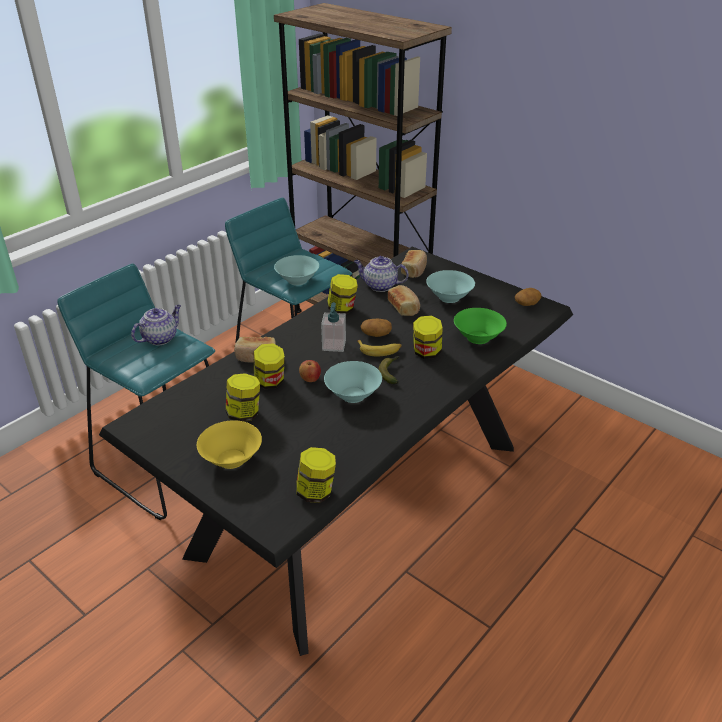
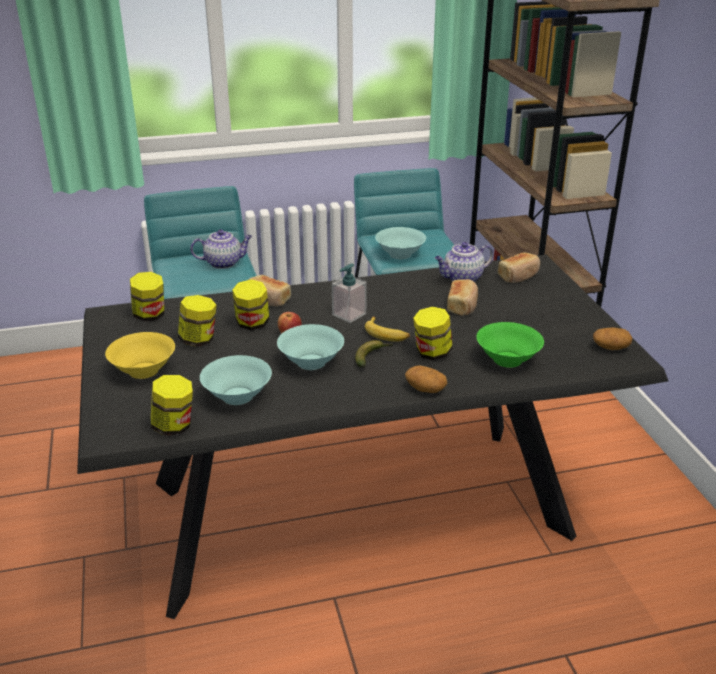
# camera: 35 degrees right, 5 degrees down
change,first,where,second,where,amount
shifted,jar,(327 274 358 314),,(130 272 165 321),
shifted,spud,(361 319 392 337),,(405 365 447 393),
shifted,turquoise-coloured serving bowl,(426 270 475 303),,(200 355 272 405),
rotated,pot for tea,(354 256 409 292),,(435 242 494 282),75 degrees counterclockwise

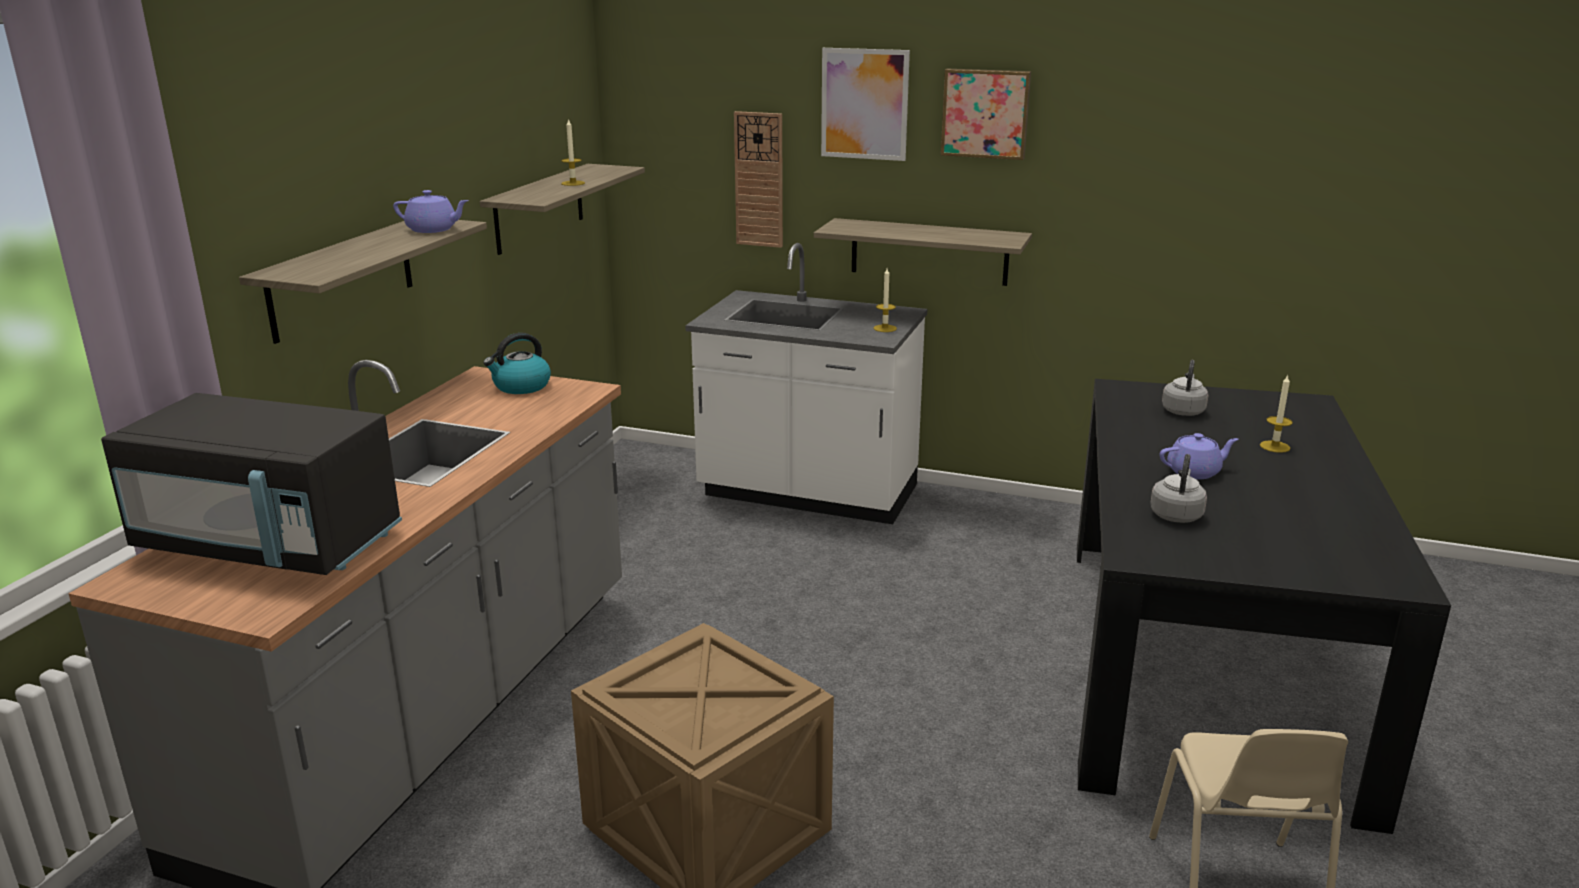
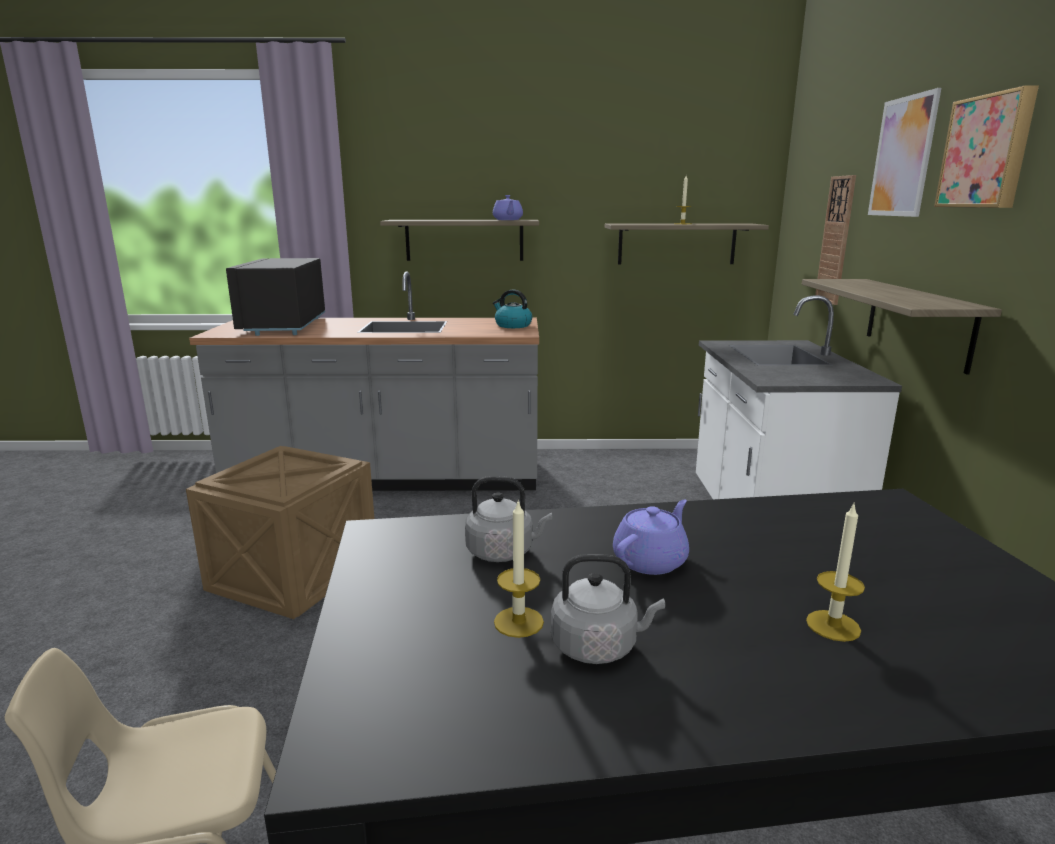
# camera: 70 degrees right, 5 degrees down
change,first,where,second,where,amount
shifted,wax candle,(873 268 897 332),,(494 499 544 638),
shifted,grey water kettle,(1162 360 1208 416),,(551 554 665 664),
rotated,purple pot for tea,(1160 433 1238 479),,(613 499 689 575),105 degrees counterclockwise

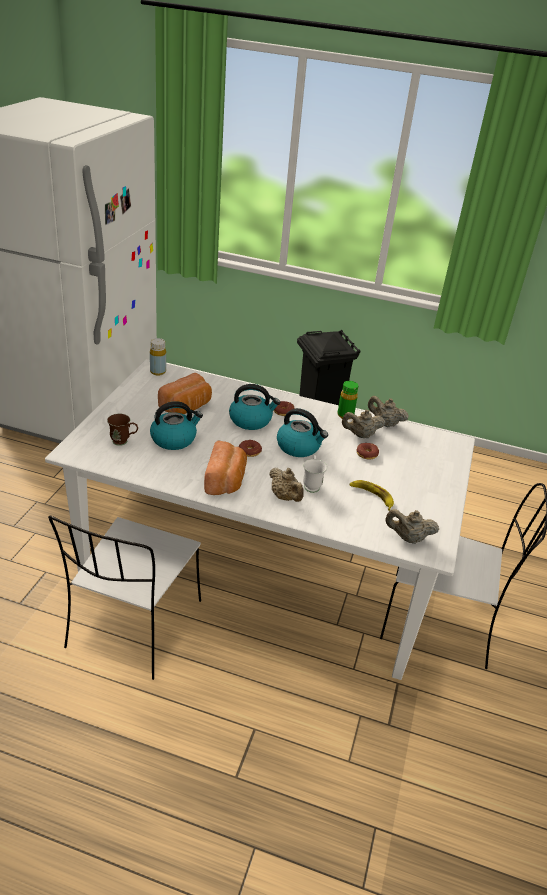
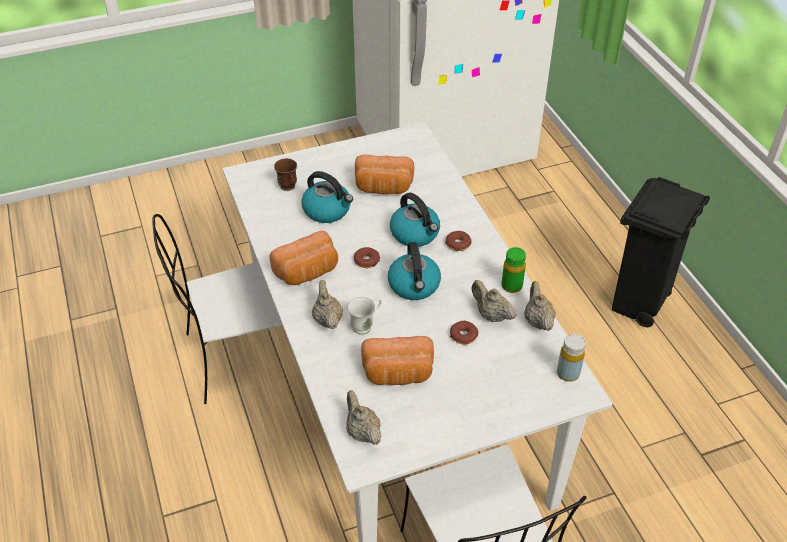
# camera: 55 degrees right, 10 degrees up
change,first,where,second,where,amount
shifted,yellow drink bottle,(150 338 166 376),,(557 334 586 382),
swapped,whole banana,(349 480 394 511),baked bread,(361 336 434 385),
rotated,beige pot for tea,(269 467 304 502),,(312 280 343 329),150 degrees clockwise

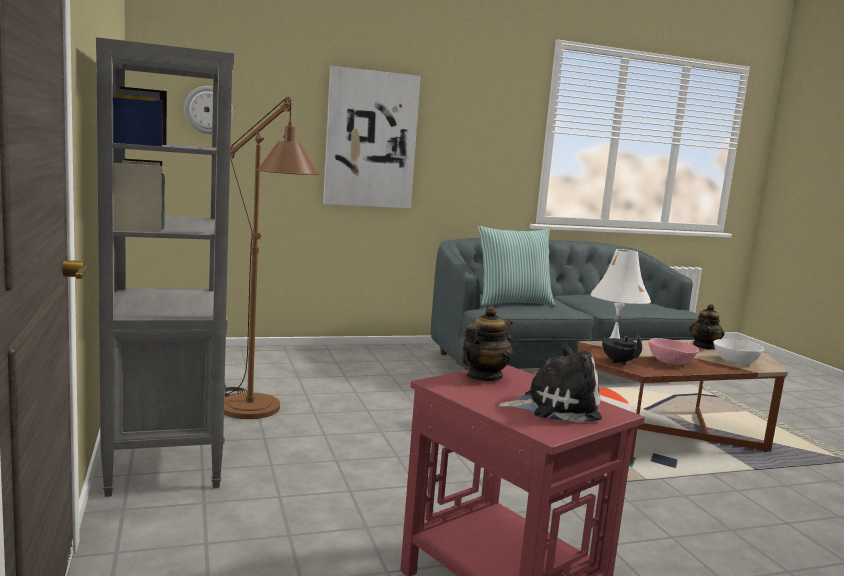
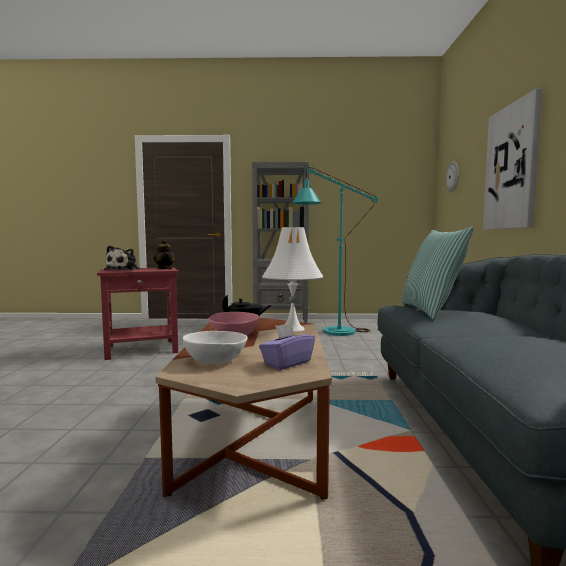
# camera: 110 degrees right, 5 degrees down
change,first,where,second,where,amount
swapped,pot for tea,(689 304 725 350),purple tissue box,(259 323 315 370),
repainted,brown floor lamp,(224 97 320 419),turquoise-coloured floor lamp,(292 167 378 336),

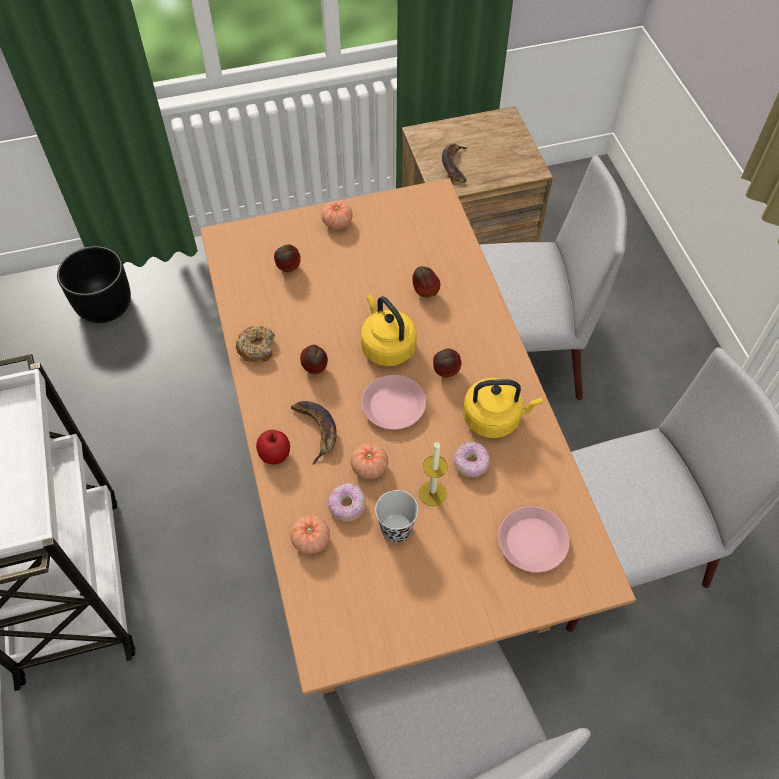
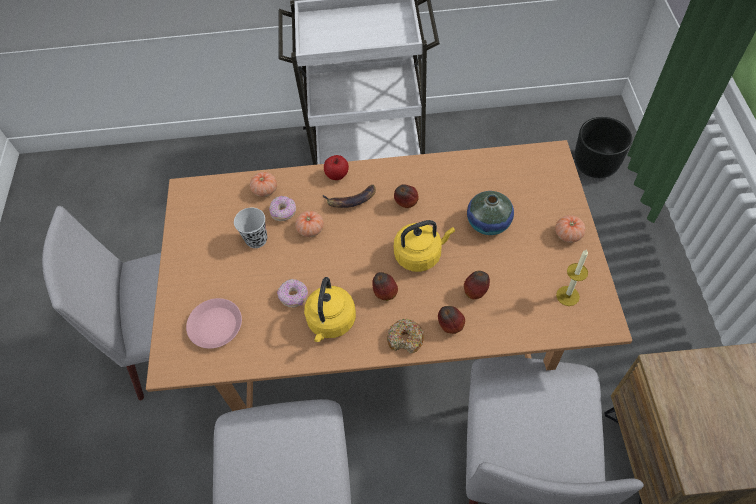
# camera: 105 degrees right, 0 degrees up
change,first,where,second,where,amount
gone,pinkish flat dish,(362 375 426 430),,,
gone,whole banana,(442 143 468 183),,,
new,,,flower vase,(467 191 514 235),
shifted,doughnut,(236 326 275 362),,(387 319 424 353),
shifted,apple fruit,(274 245 301 272),,(438 306 465 334),
shifted,wax candle,(419 441 448 506),,(556 249 588 306),

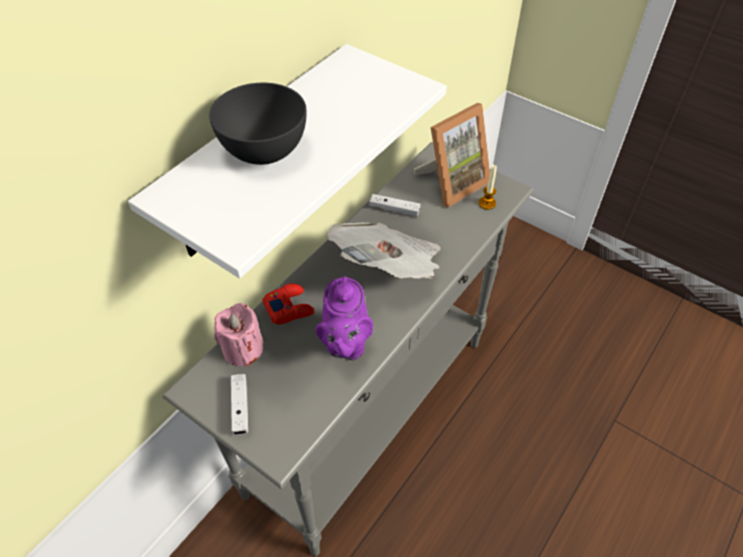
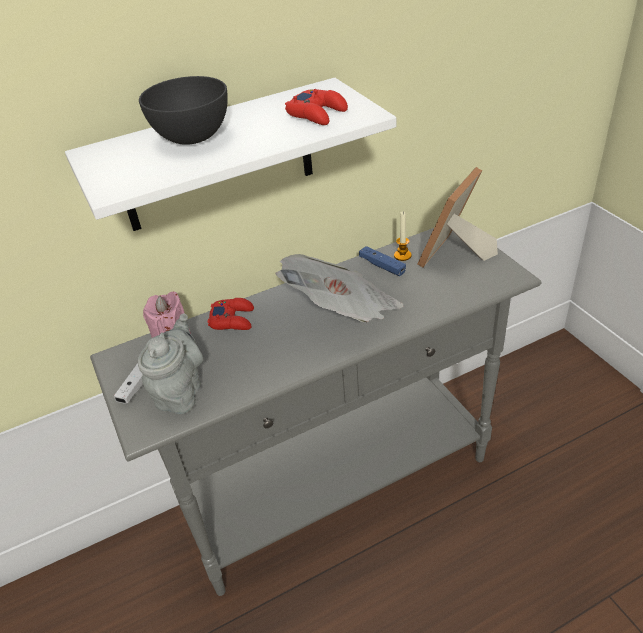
# camera: 30 degrees right, 10 degrees down
change,first,where,second,where,amount
gone,purple pot for tea,(316 276 373 360),,,
new,,,grey pot for tea,(138 313 204 414),
new,,,red-coloured gamepad,(285 89 348 125),
shifted,wax candle,(479 164 497 210),,(394 211 412 261),
repainted,whitish gamepad,(369 194 421 217),bluish gamepad,(359 246 406 276),
rotated,picture frame,(414 103 490 208),,(418 167 498 267),135 degrees clockwise

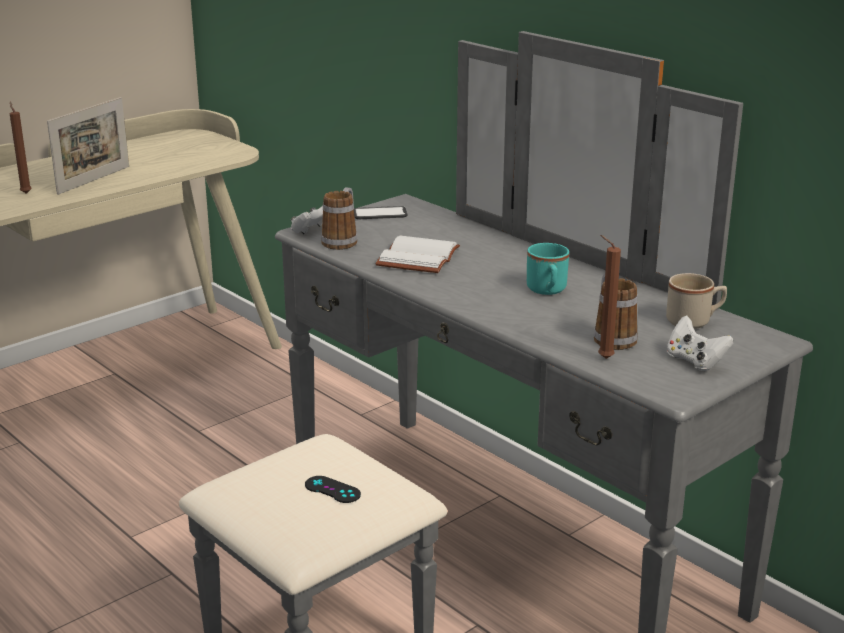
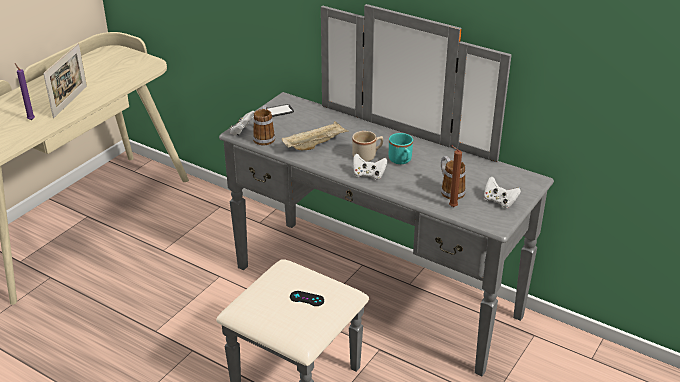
# camera: 15 degrees left, 10 degrees up
change,first,where,second,where,amount
new,,,whitish gamepad,(353 154 387 180),
shifted,beige tea mug,(666 273 727 329),,(352 131 383 162),
swapped,whitish volume,(375 236 460 273),beige carrying tray,(282 121 348 150),
repainted,brown wax candle,(10 102 31 194),purple wax candle,(15 63 35 120),

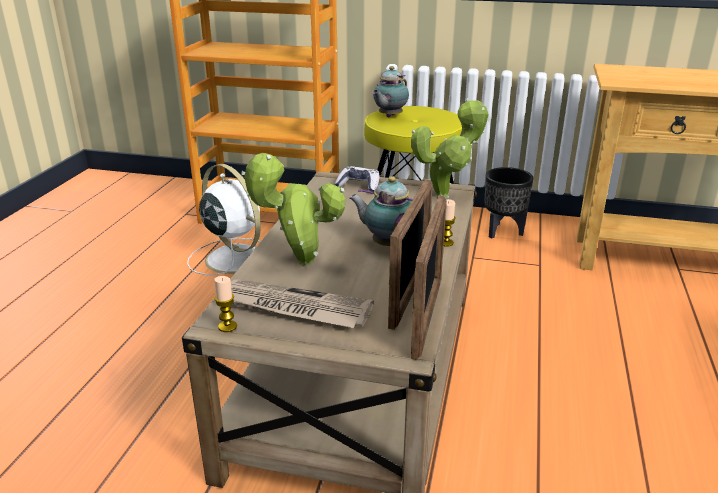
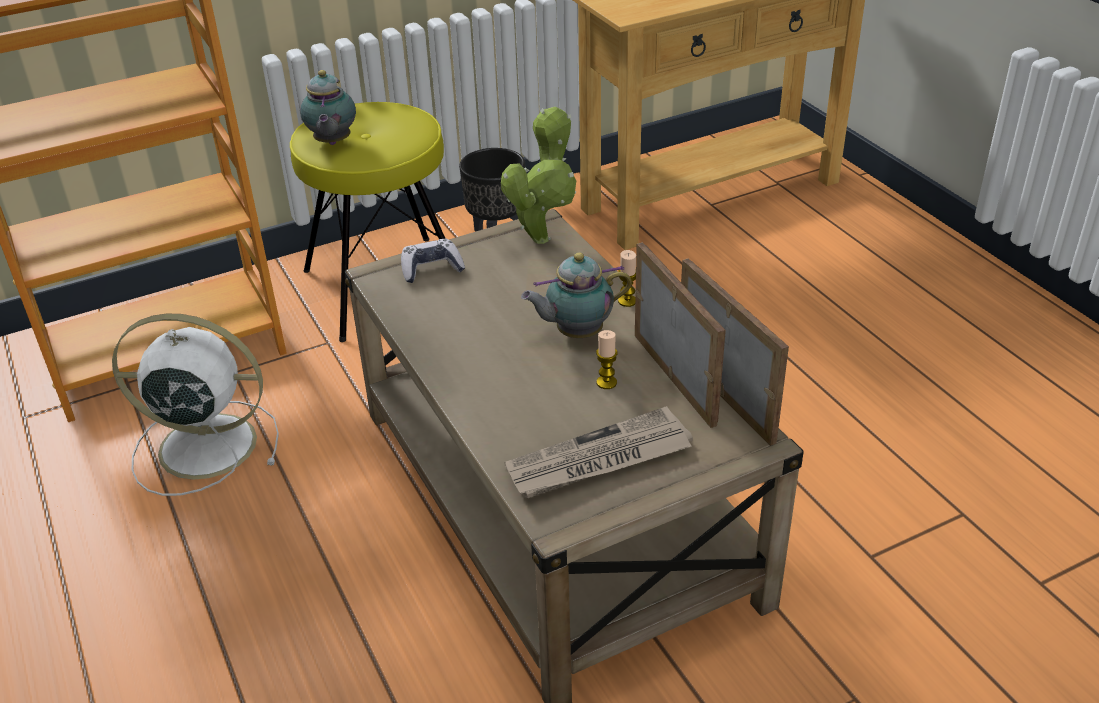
# camera: 40 degrees left, 10 degrees up
change,first,where,second,where,amount
gone,plant in a pot,(241 153 345 265),,,
shifted,wax candle,(214 276 237 332),,(596 330 618 389),

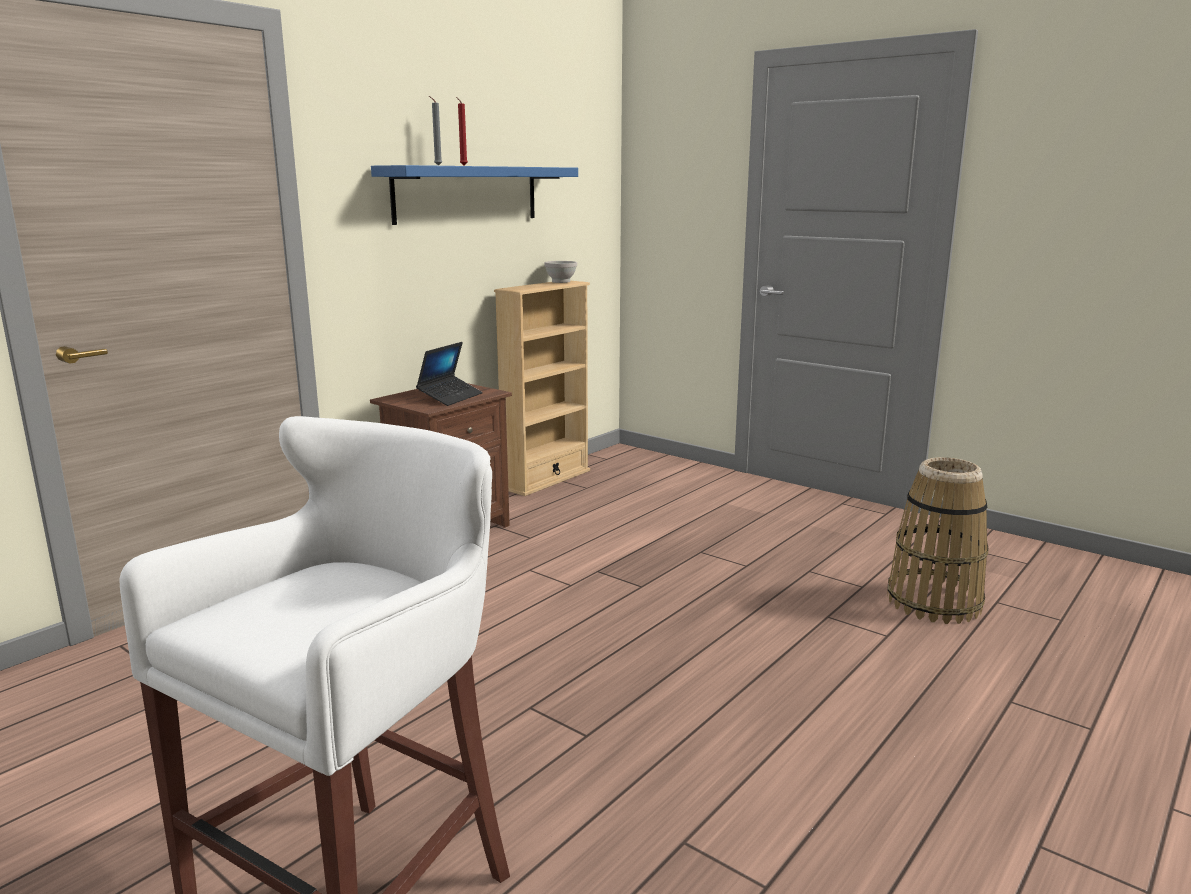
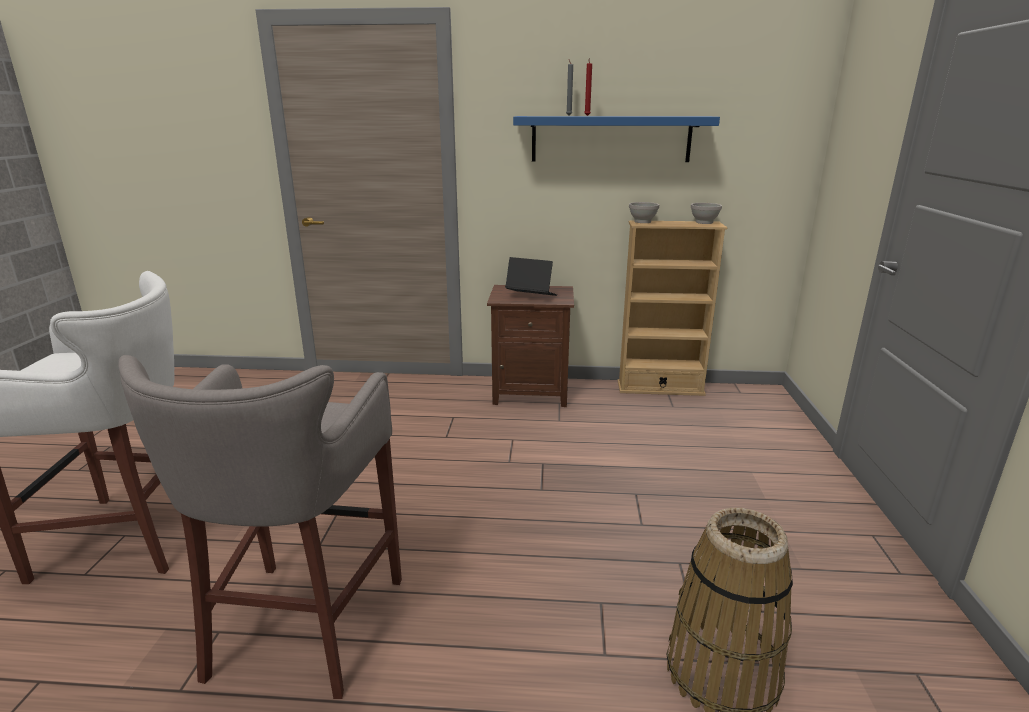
# camera: 55 degrees right, 5 degrees up
change,first,where,second,where,amount
new,,,grey stool seat,(118 355 402 699),
new,,,whitish serving bowl,(629 202 659 223),
rotated,portable computer,(416 342 483 406),,(505 257 557 296),150 degrees counterclockwise

